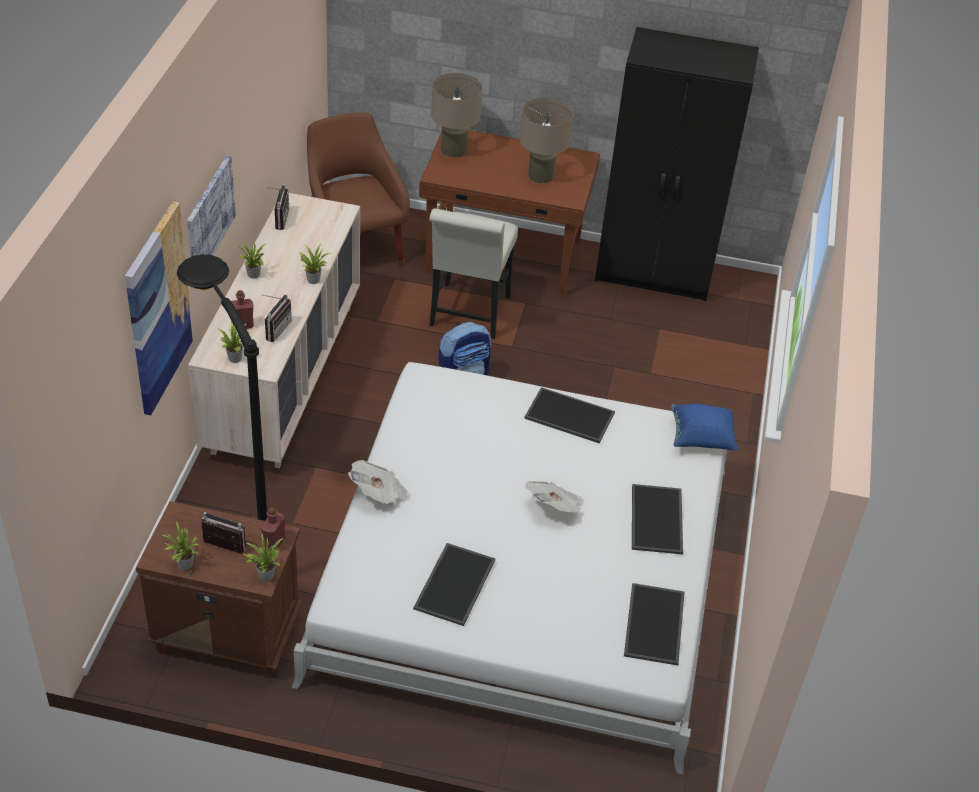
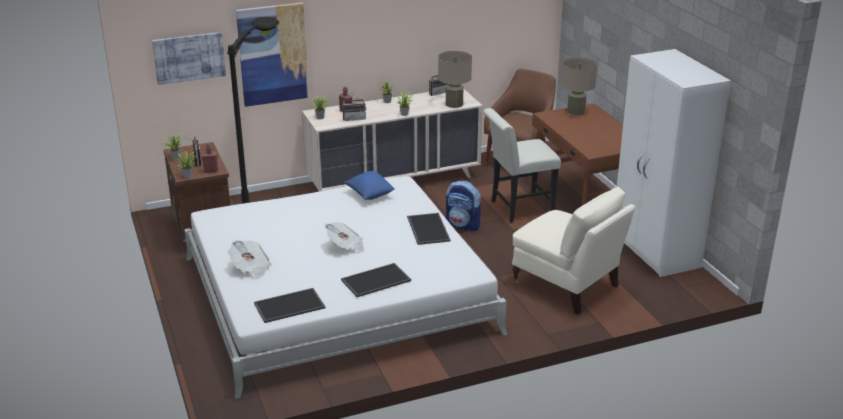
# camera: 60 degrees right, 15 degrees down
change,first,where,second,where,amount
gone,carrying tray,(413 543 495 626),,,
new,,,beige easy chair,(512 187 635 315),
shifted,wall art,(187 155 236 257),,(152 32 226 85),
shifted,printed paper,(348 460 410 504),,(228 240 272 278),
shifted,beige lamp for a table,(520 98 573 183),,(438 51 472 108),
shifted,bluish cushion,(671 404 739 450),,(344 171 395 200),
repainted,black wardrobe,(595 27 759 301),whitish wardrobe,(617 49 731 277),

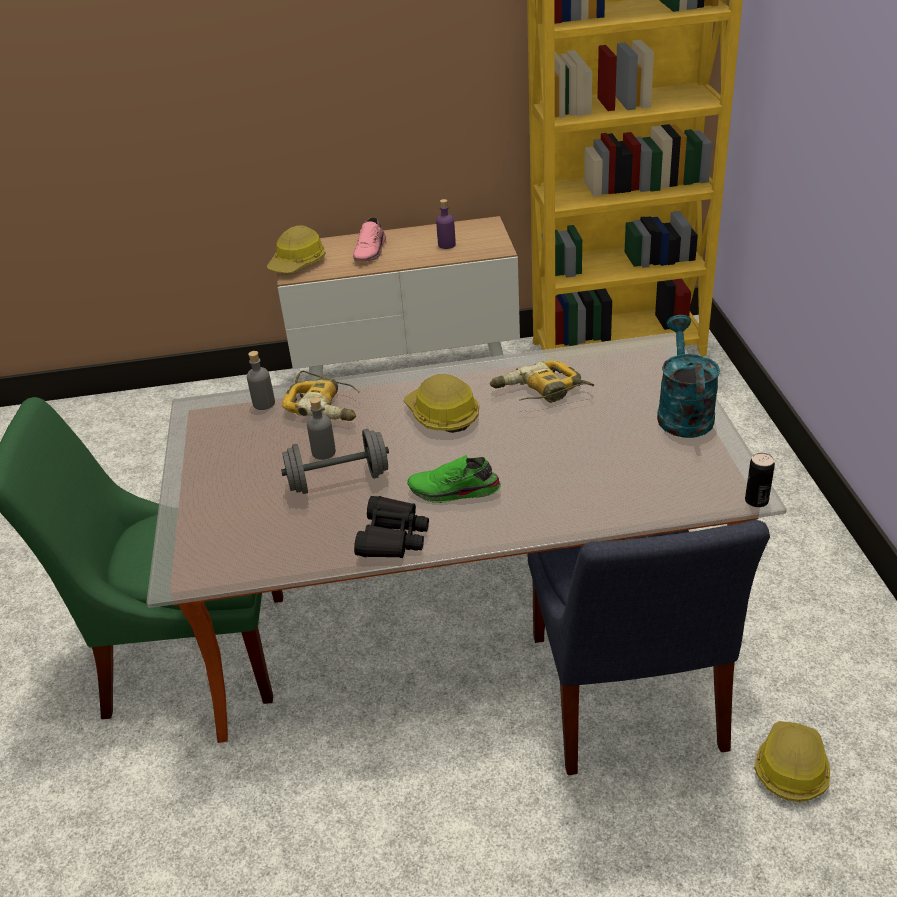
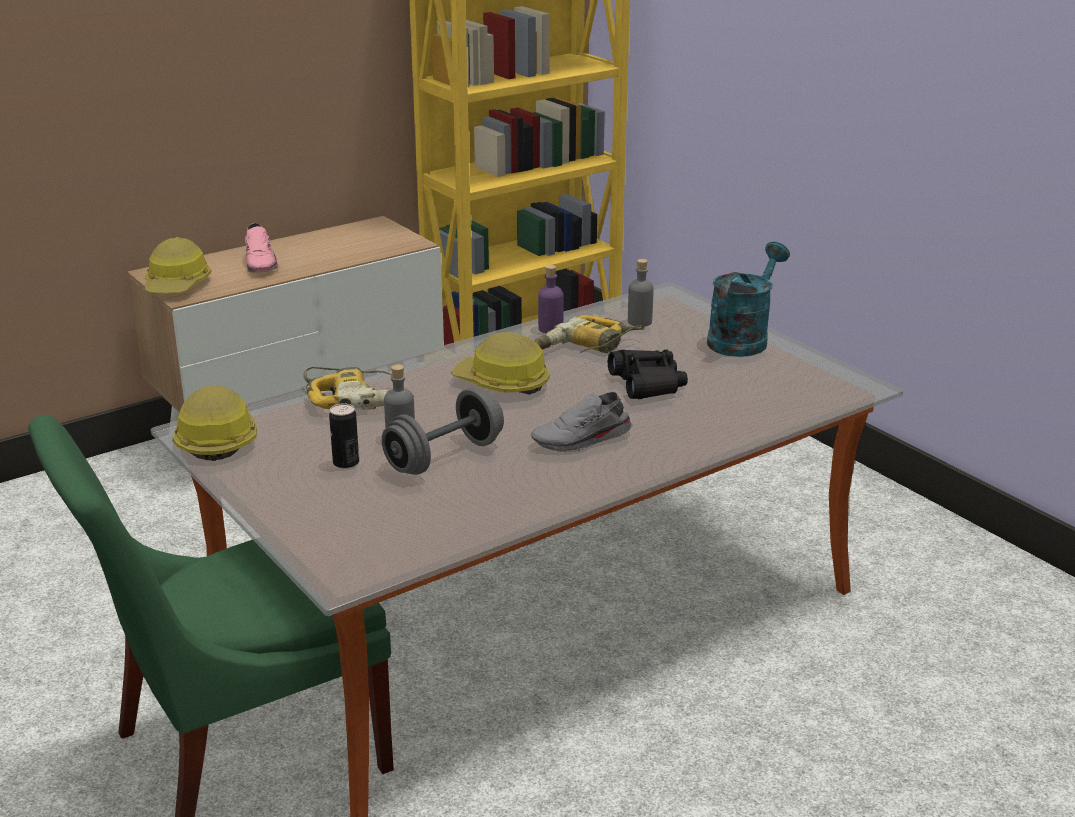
# camera: 30 degrees left, 10 degrees down
change,first,where,second,where,amount
gone,bluish chair,(528 520 770 775),,,
shifted,grey drink bottle,(247 351 275 410),,(628 259 654 327),
shifted,black binoculars,(354 496 429 558),,(608 350 688 399),
shifted,purple drink bottle,(436 199 456 249),,(538 265 563 333),
shifted,sealed can,(745 452 775 507),,(329 403 359 469),
shifted,work helmet,(754 721 830 802),,(173 386 257 461),
repainted,greenish low shoe,(407 455 501 503),grey low shoe,(531 392 633 452),
rotated,turquoise-coloured watering pot,(657 315 720 438),,(707 242 790 357),60 degrees clockwise

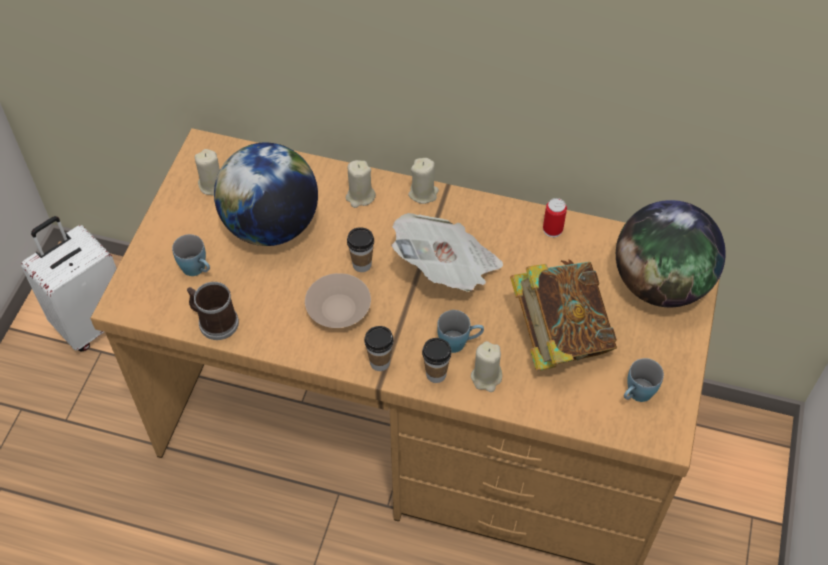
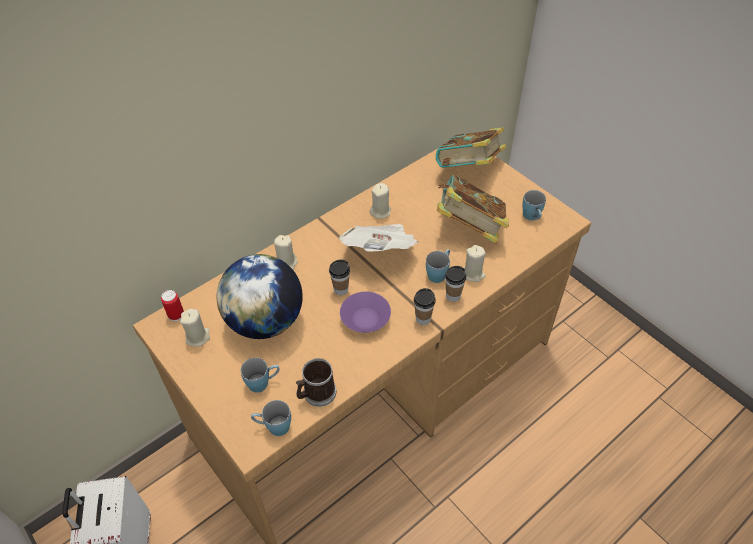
# camera: 55 degrees left, 5 degrees down
change,first,where,second,where,amount
new,,,bluish tea mug,(251 400 291 436),
shifted,beige wax candle,(408 158 439 204),,(370 183 391 219),
shifted,sealed can,(543 198 567 237),,(161 290 184 321),
swapped,desk globe,(616 200 726 307),volume,(436 127 506 168),
repainted,beige serving bowl,(305 273 371 328),purple serving bowl,(340 292 391 333),

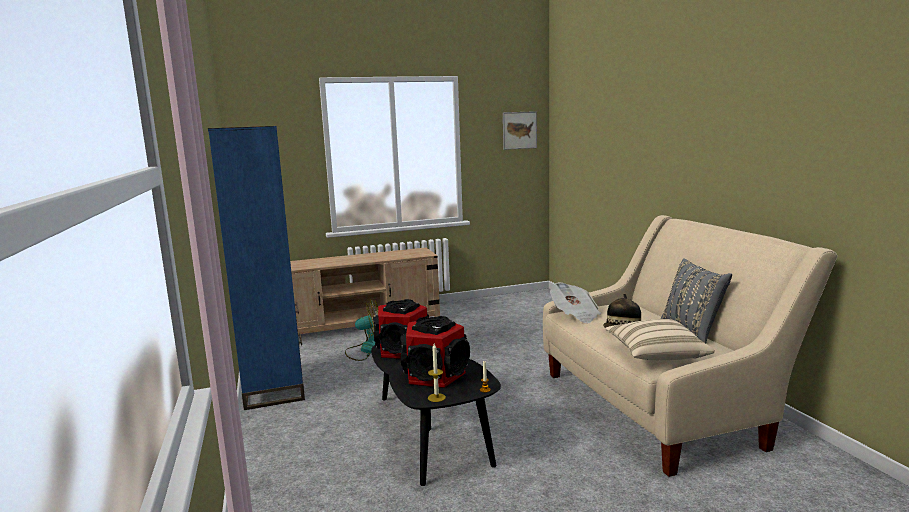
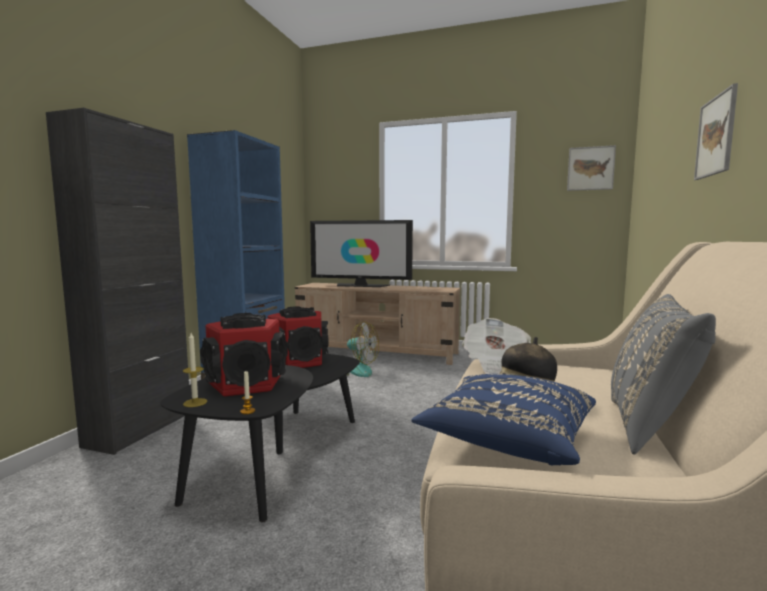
# camera: 35 degrees right, 5 degrees down
change,first,where,second,where,amount
new,,,black cupboard,(46 108 189 455),
new,,,television,(310 220 413 287),
new,,,wall art,(694 83 738 180),
repainted,beige cushion,(605 319 715 360),bluish cushion,(411 374 596 465),

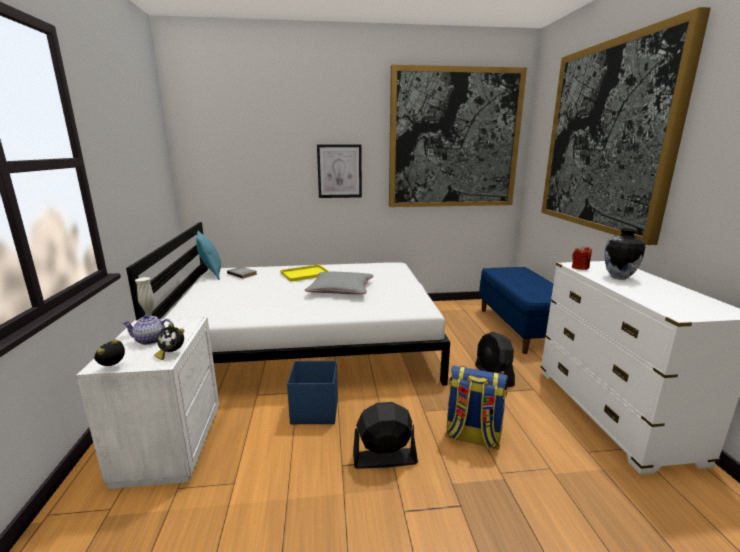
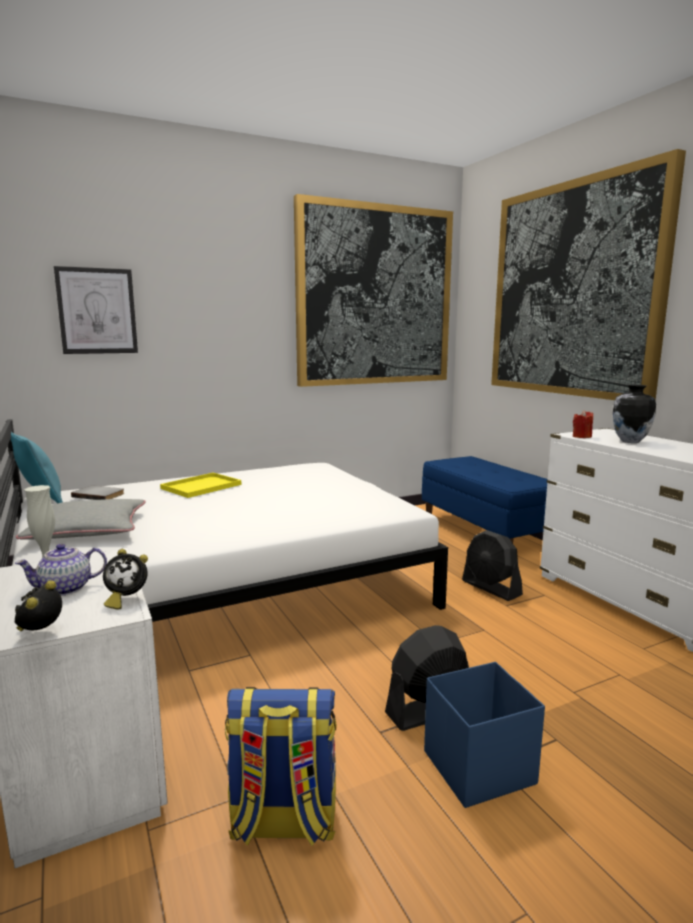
# camera: 20 degrees left, 5 degrees down
change,first,where,second,where,amount
shifted,bluish storage bin,(287 361 338 424),,(424 662 545 808),
shifted,grey cushion,(305 272 373 294),,(16 499 146 540),
shifted,wall art,(317 144 362 198),,(54 266 138 354),
shifted,knapsack,(445 366 508 450),,(225 687 337 846),

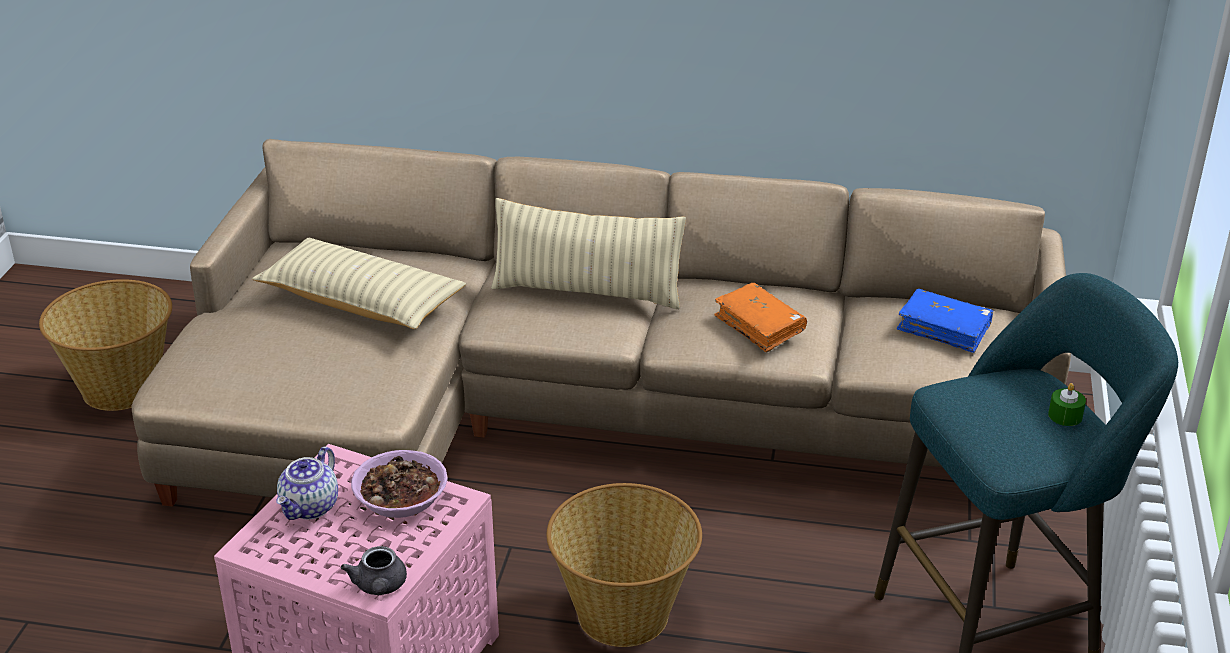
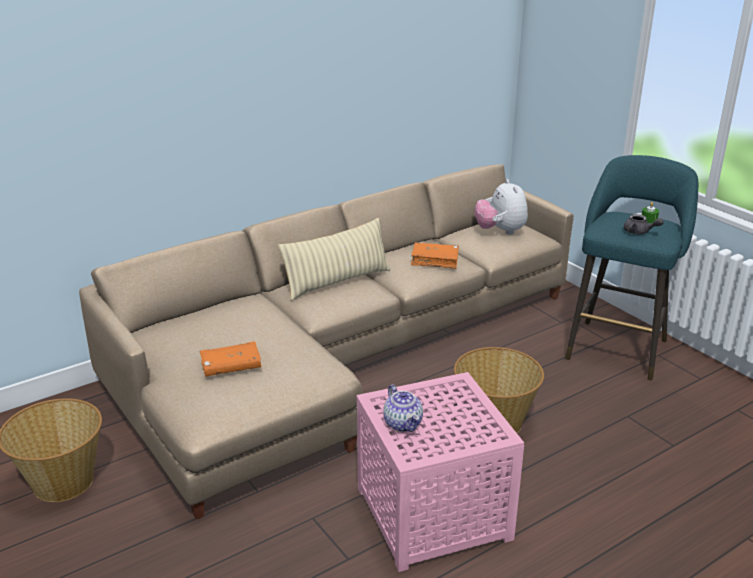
# camera: 45 degrees left, 5 degrees down
change,first,where,second,where,amount
gone,beige cushion,(252 238 466 329),,,
gone,serving bowl,(351 450 448 518),,,
new,,,orange-coloured volume,(199 341 262 377),
shifted,grey pot for tea,(341 546 407 595),,(624 214 664 234),
swapped,bluish volume,(897 289 993 353),plush toy,(474 179 528 235),

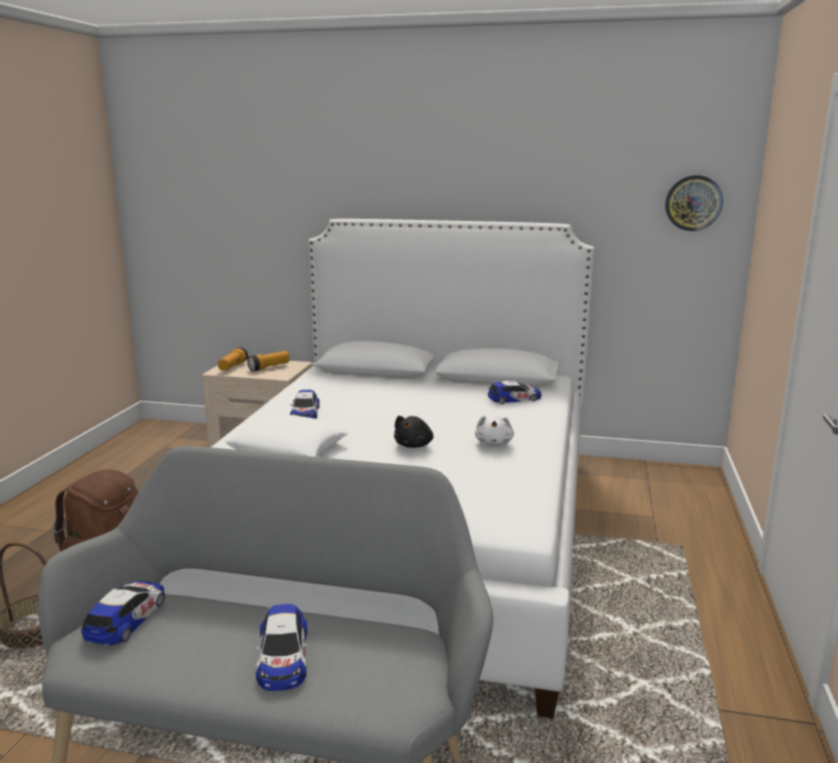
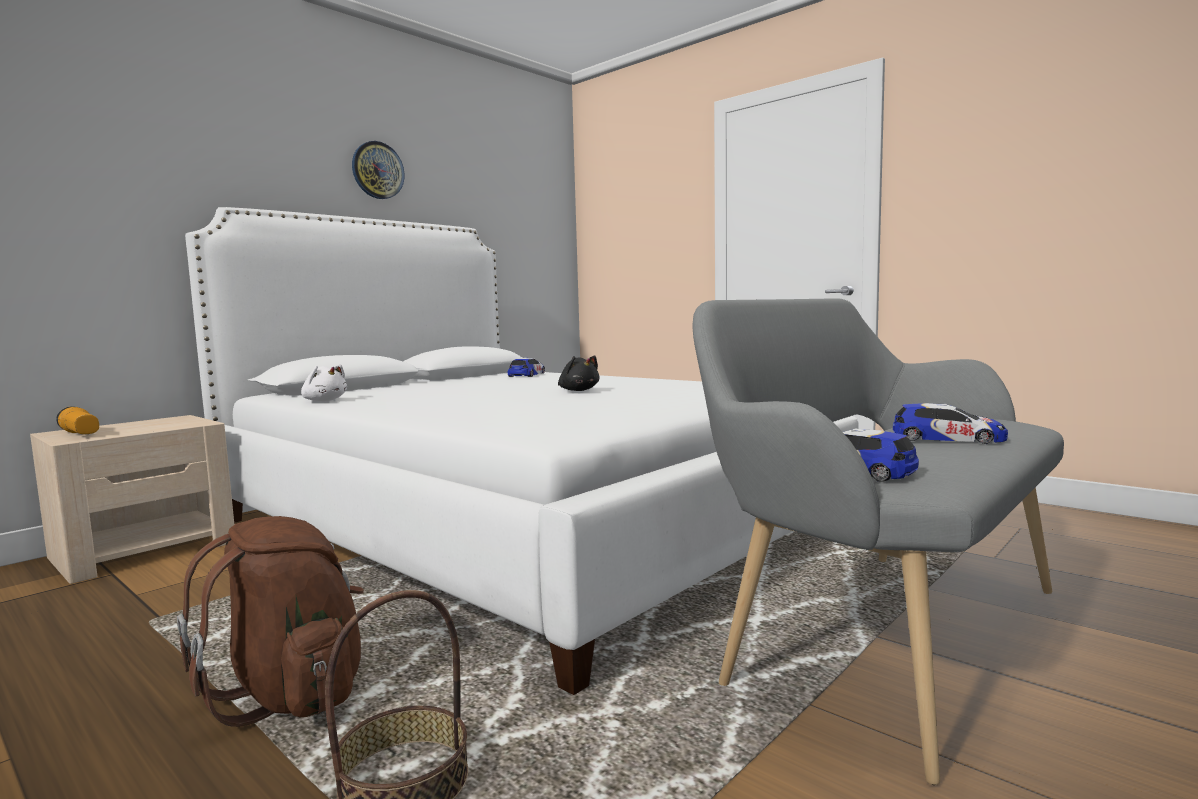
# camera: 60 degrees left, 10 degrees down
change,first,where,second,where,amount
gone,whitish cushion,(224 415 349 457),,,
gone,hand torch,(247 351 289 372),,,
gone,miniature car,(290 390 320 419),,,
shifted,whitish plush toy,(475 415 514 446),,(301 364 347 401),
shifted,wall clock,(665 175 723 231),,(352 141 405 199),

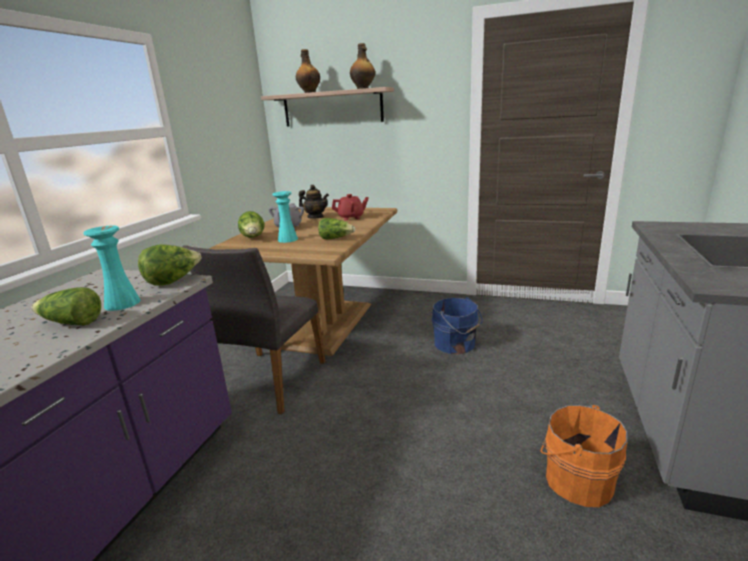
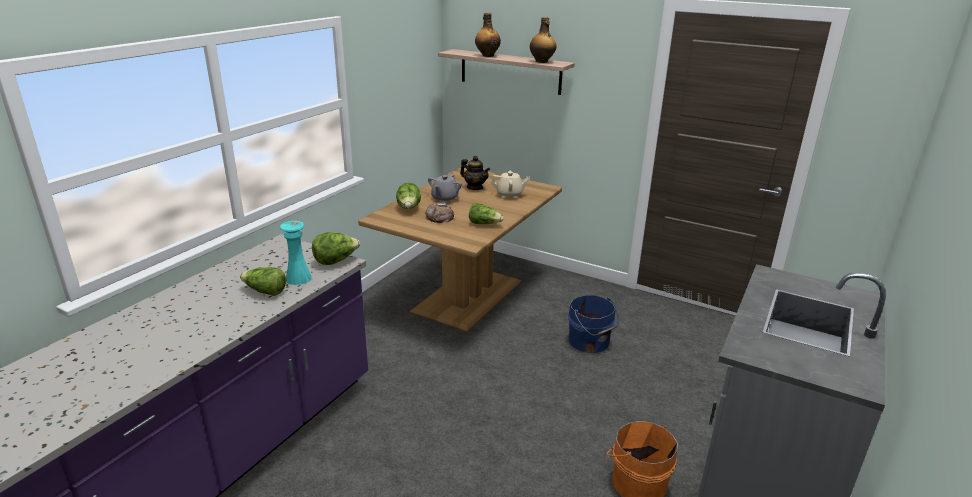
# camera: 10 degrees right, 5 degrees up
change,first,where,second,where,amount
gone,grey chair,(182 245 326 414),,,
swapped,turquoise-coloured flower vase,(272 191 298 243),baked bread,(425 202 454 223),
repainted,red-coloured pot for tea,(332 194 369 220),beige pot for tea,(491 171 530 198),

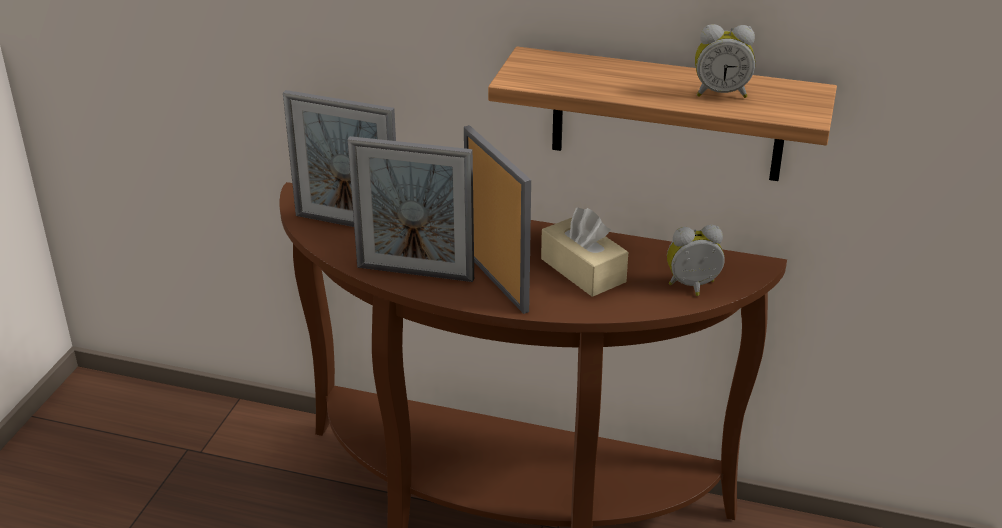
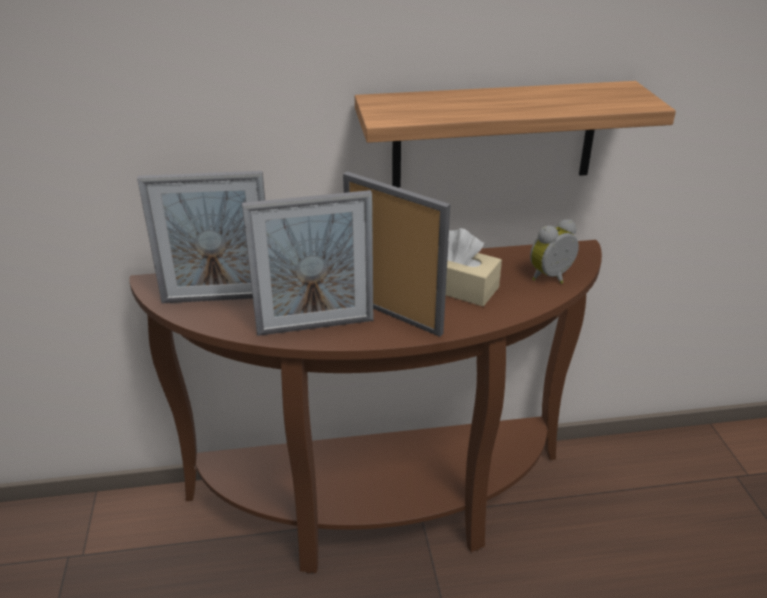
# camera: 25 degrees left, 0 degrees up
change,first,where,second,where,amount
gone,alarm clock,(695 24 755 98),,,

